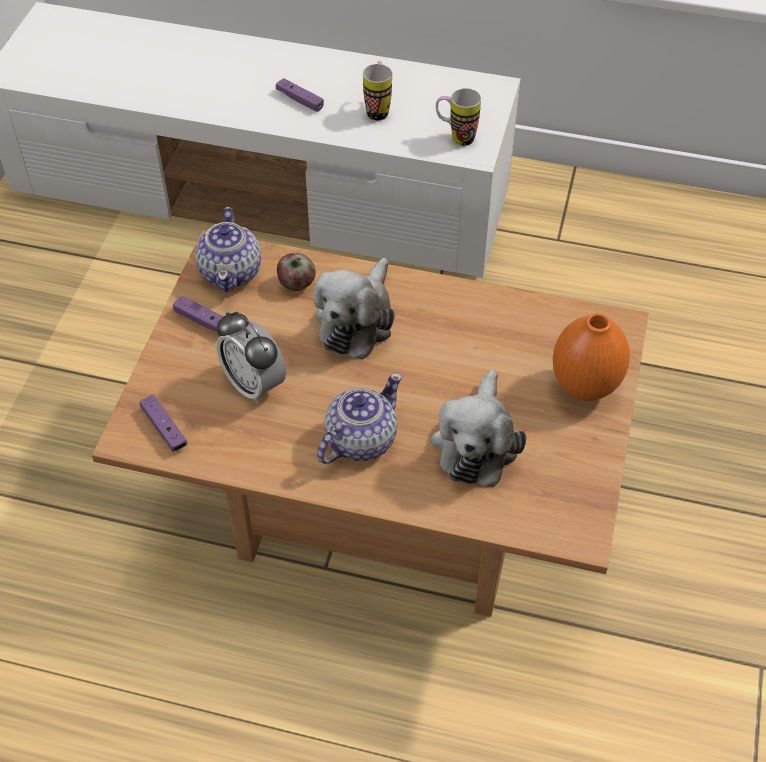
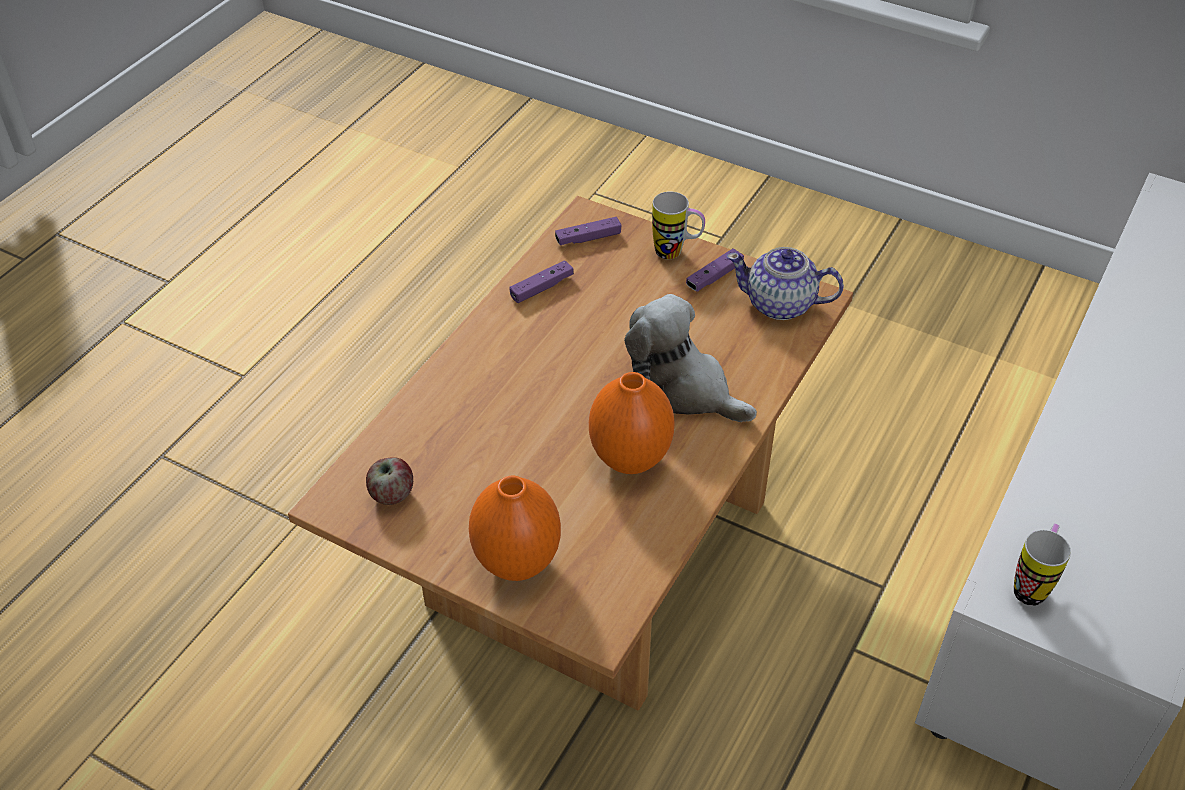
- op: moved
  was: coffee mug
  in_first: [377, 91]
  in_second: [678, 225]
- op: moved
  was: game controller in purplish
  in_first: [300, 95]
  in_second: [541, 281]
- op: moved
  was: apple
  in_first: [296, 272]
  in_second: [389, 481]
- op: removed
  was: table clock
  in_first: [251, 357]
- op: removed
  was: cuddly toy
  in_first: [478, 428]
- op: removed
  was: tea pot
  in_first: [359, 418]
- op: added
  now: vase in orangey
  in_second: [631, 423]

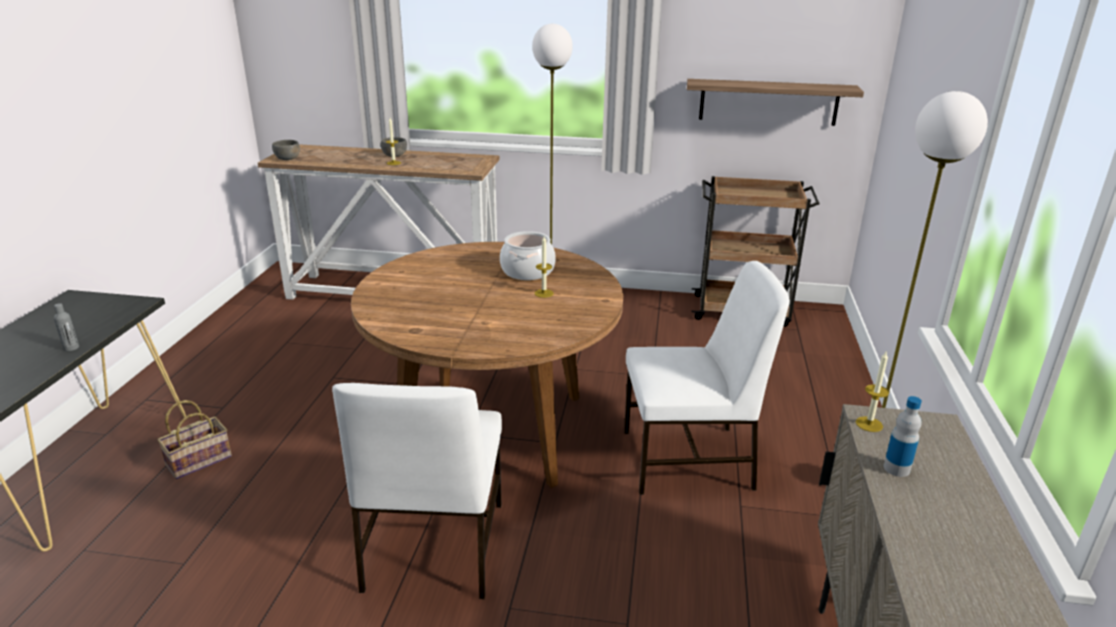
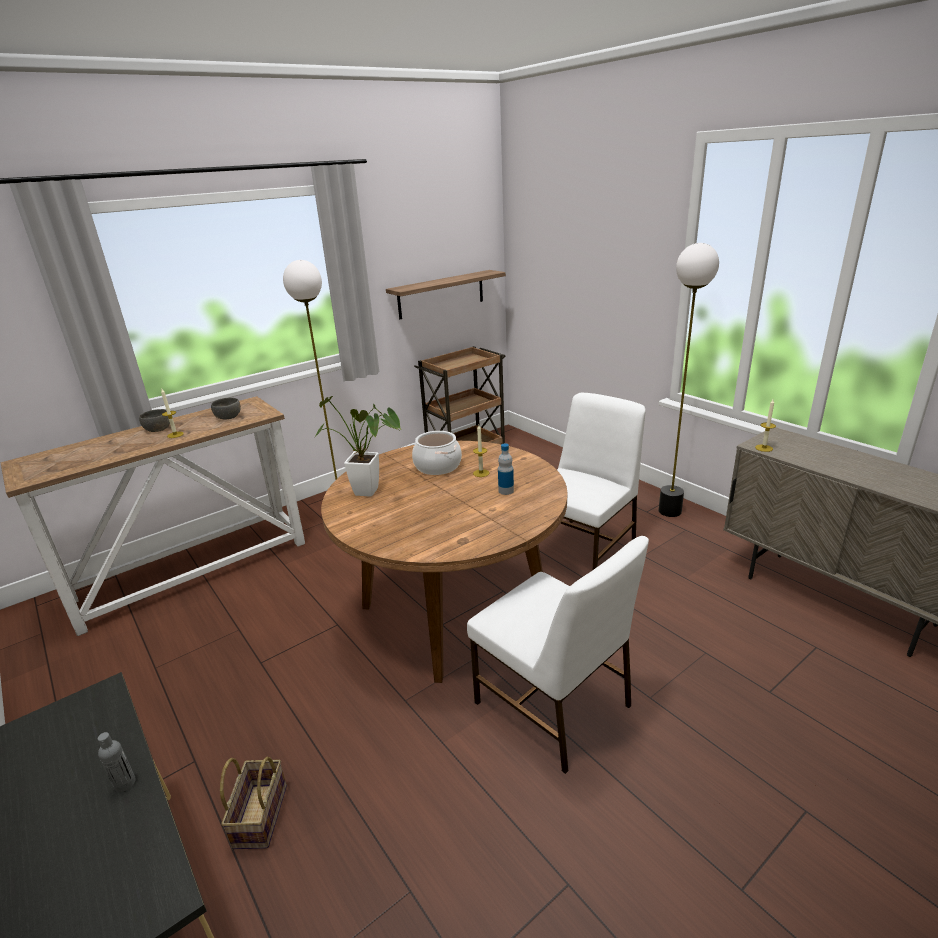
- op: moved
  was: deep dish in gray
  in_first: [286, 150]
  in_second: [226, 409]
- op: moved
  was: bottle
  in_first: [903, 436]
  in_second: [506, 469]
- op: added
  now: houseplant
  in_second: [357, 446]

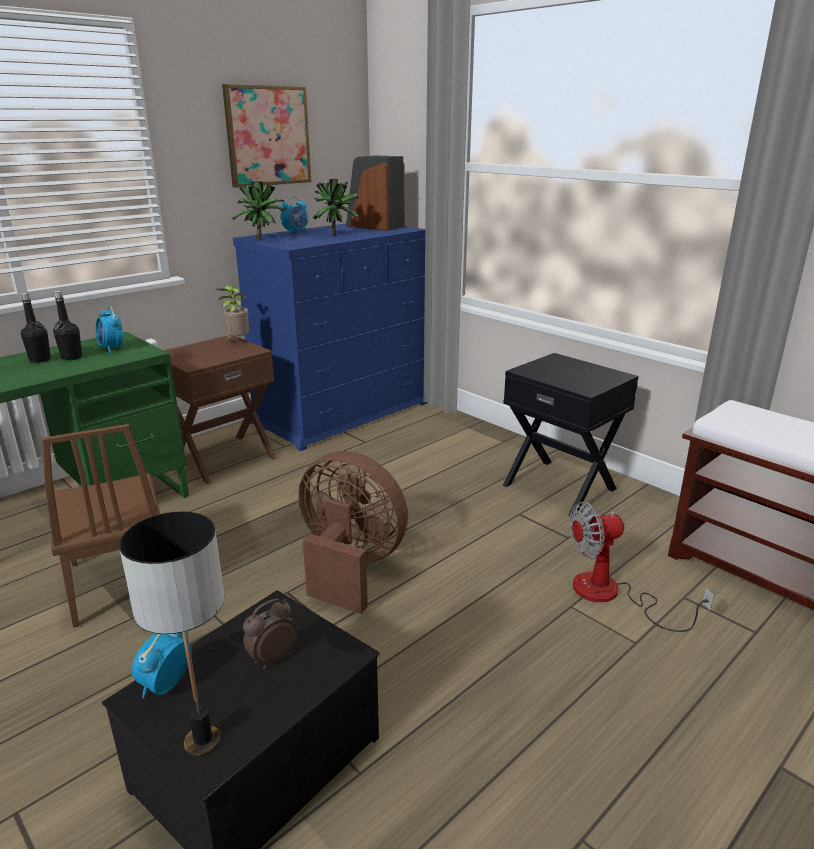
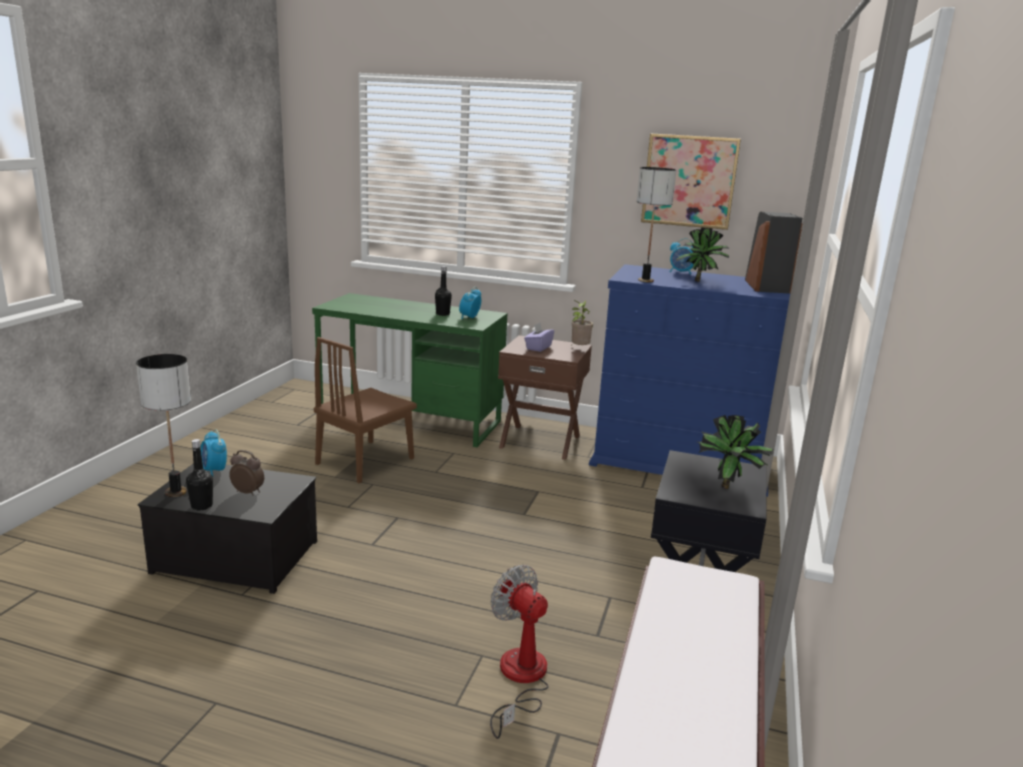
- op: moved
  was: houseplant
  in_first: [259, 210]
  in_second: [735, 452]
- op: moved
  was: bottle in blackish
  in_first: [36, 327]
  in_second: [199, 474]
- op: removed
  was: electric fan in brown
  in_first: [353, 532]
- op: turned
  was: table clock
  in_first: [162, 664]
  in_second: [214, 453]
  clockwise: -120
- op: added
  now: table lamp
  in_second: [657, 224]
- op: added
  now: tissue box in purplish
  in_second: [539, 337]

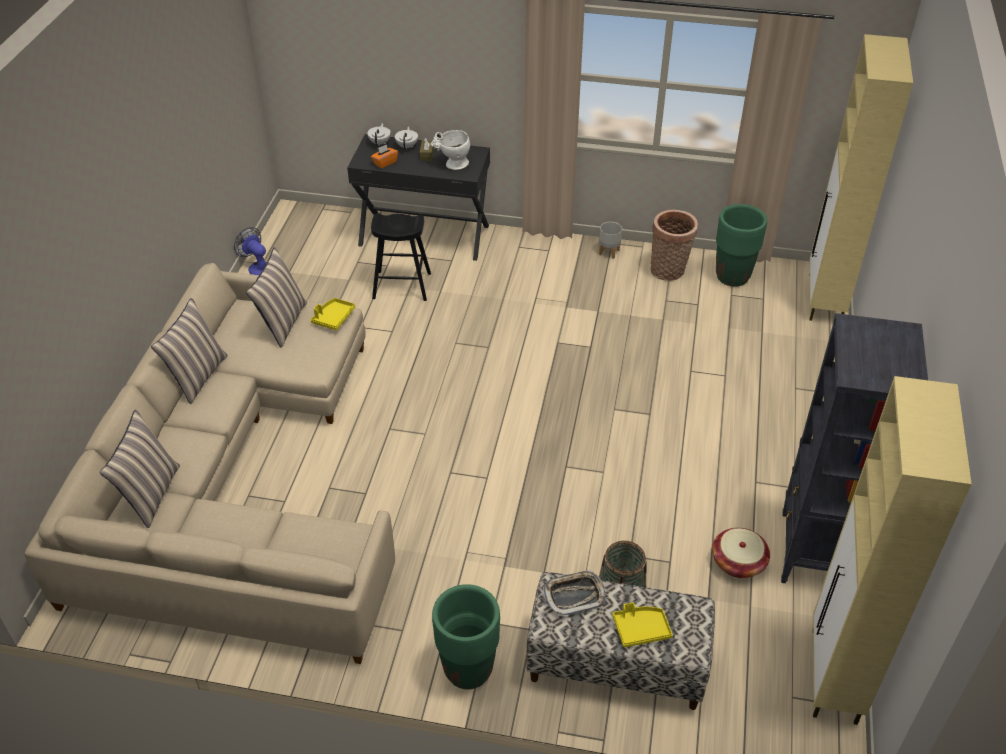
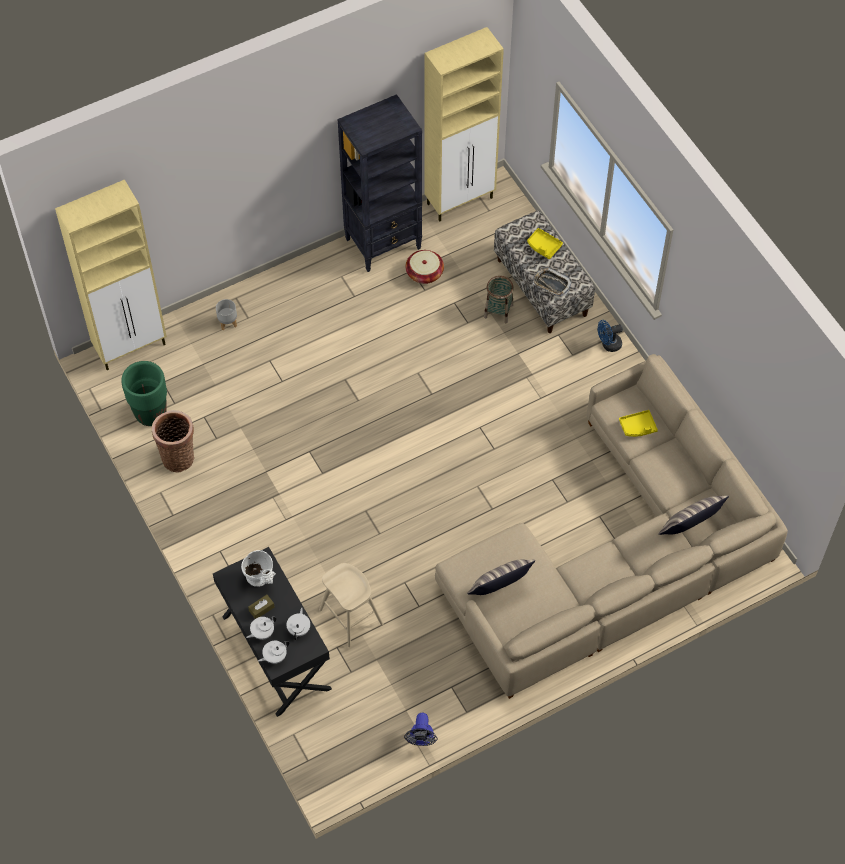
- op: replaced
  was: tissue box in orangey
  now: tea pot in whitish
  in_first: [384, 156]
  in_second: [298, 624]
- op: recoloured
  was: stool in blackish
  now: stool in beige-coloured
  in_first: [401, 257]
  in_second: [351, 605]
- op: moved
  was: plant pot in gray
  in_first: [610, 240]
  in_second: [226, 314]
- op: removed
  was: cushion
  in_first: [189, 351]
- op: moved
  was: tray in yellowish
  in_first: [333, 314]
  in_second: [638, 423]
- op: replaced
  was: plant pot in greenish
  now: electric fan in bluish
  in_first: [466, 636]
  in_second: [610, 336]

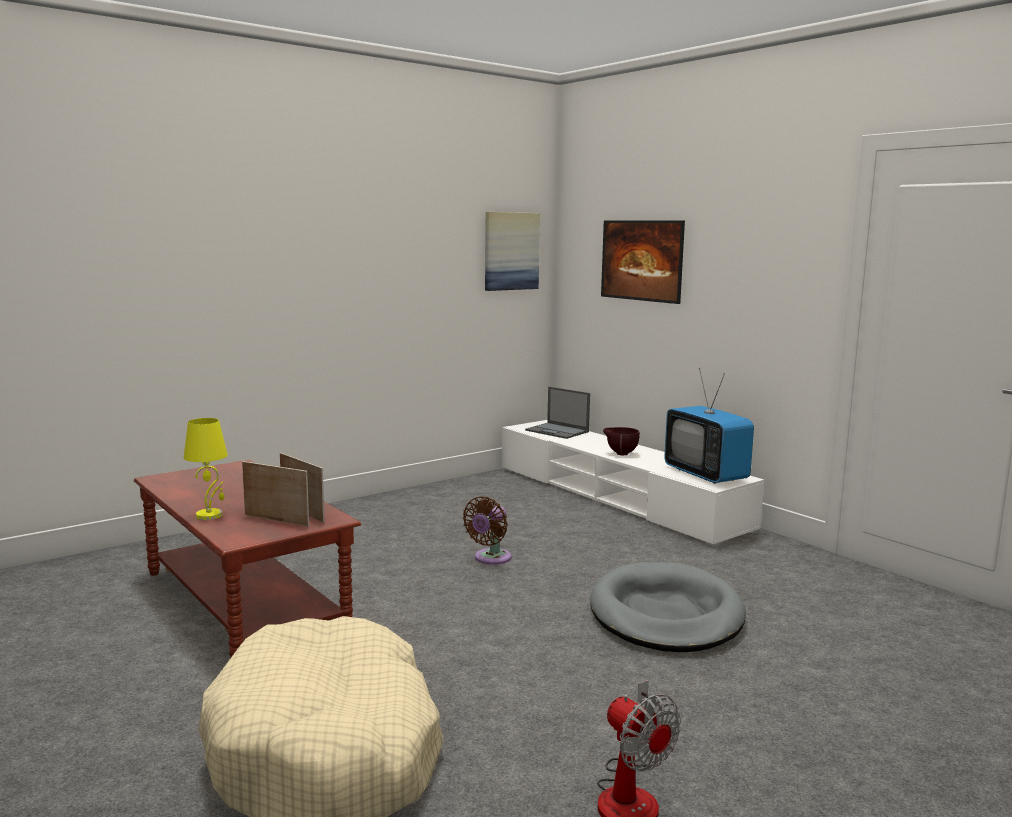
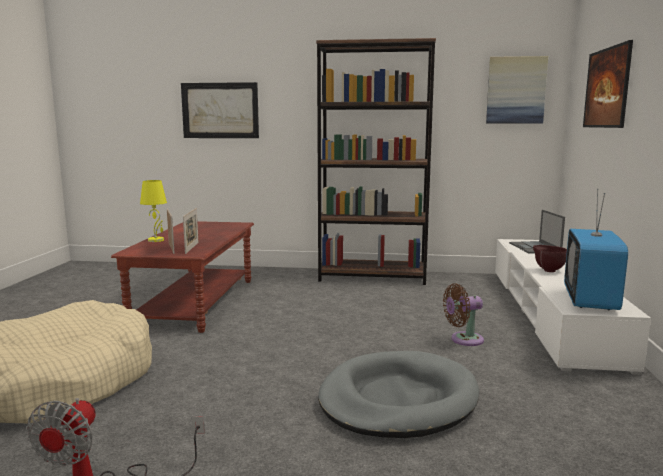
- op: moved
  was: electric fan in brown
  in_first: [487, 530]
  in_second: [463, 314]
- op: added
  now: bookshelf in brown
  in_second: [376, 161]
- op: added
  now: wall picture
  in_second: [220, 110]

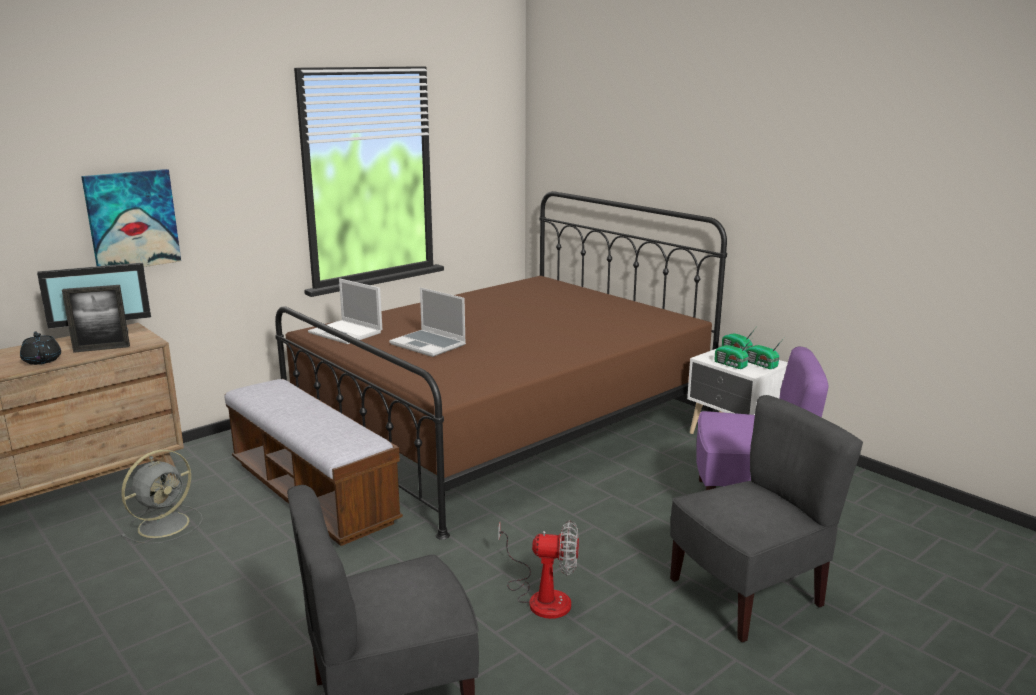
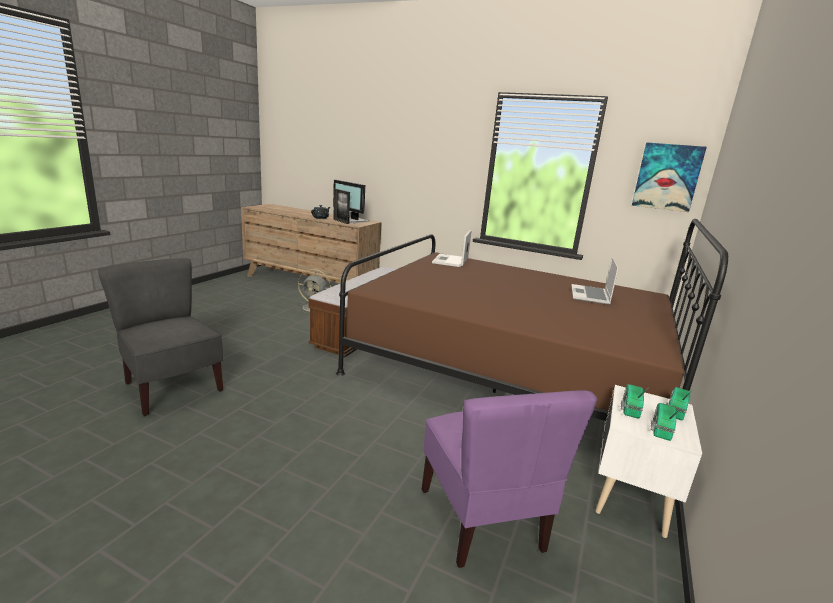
- op: moved
  was: wall picture
  in_first: [131, 218]
  in_second: [669, 177]
- op: moved
  was: notebook computer
  in_first: [427, 322]
  in_second: [595, 281]
- op: removed
  was: upright chair in gray
  in_first: [766, 519]
- op: removed
  was: electric fan
  in_first: [538, 569]

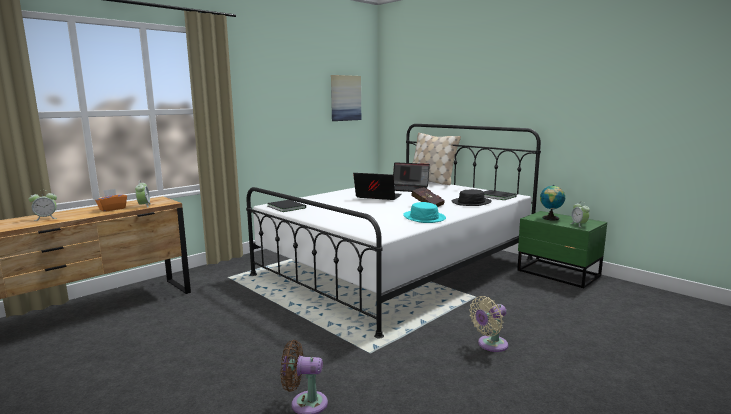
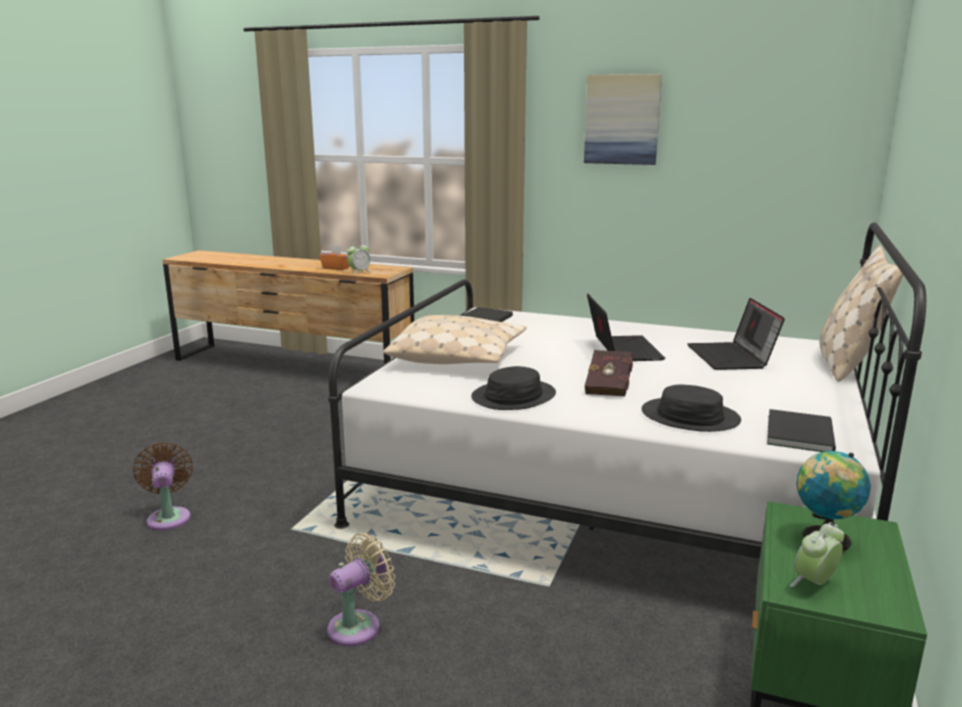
- op: moved
  was: wall picture
  in_first: [346, 98]
  in_second: [623, 119]
- op: removed
  was: table clock
  in_first: [43, 206]
- op: recoloured
  was: hat in turquoise-coloured
  now: hat in blackish
  in_first: [424, 212]
  in_second: [513, 388]
- op: turned
  was: electric fan in beige-coloured
  in_first: [488, 324]
  in_second: [361, 589]
  clockwise: 105
- op: added
  now: cushion in beige-coloured
  in_second: [455, 339]

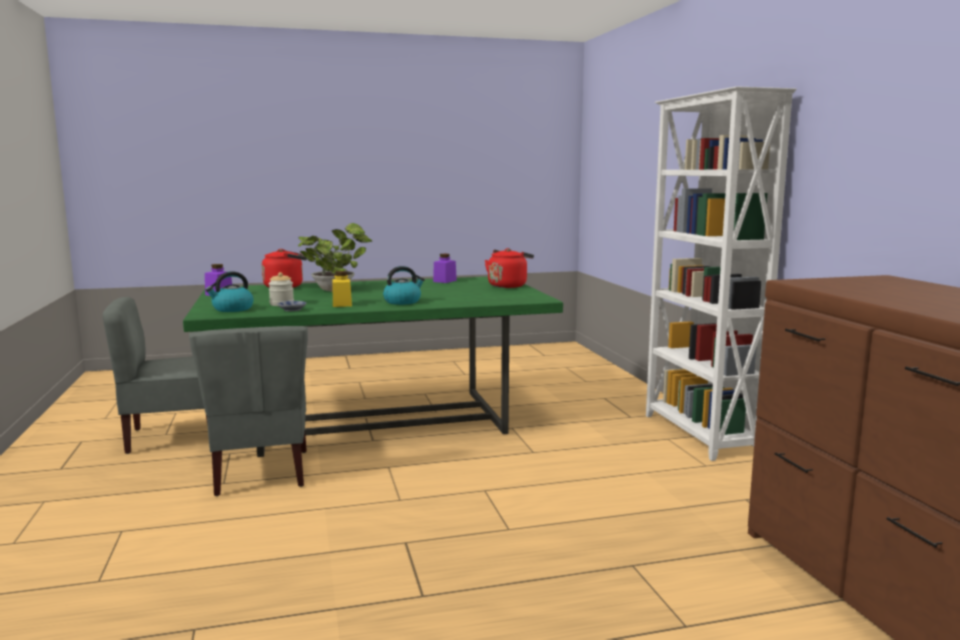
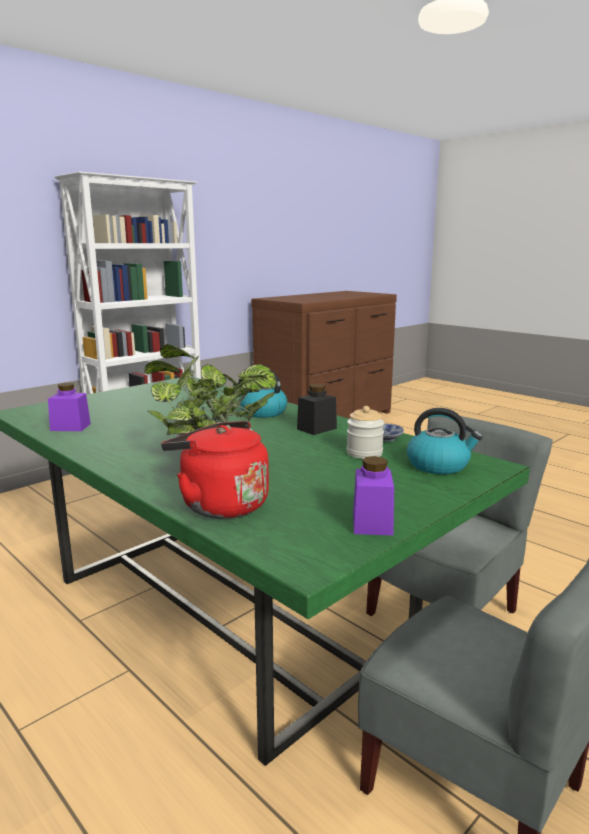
- op: removed
  was: water kettle in red-coloured
  in_first: [509, 268]
- op: recoloured
  was: jar in yellowish
  now: jar in blackish
  in_first: [342, 289]
  in_second: [317, 409]

